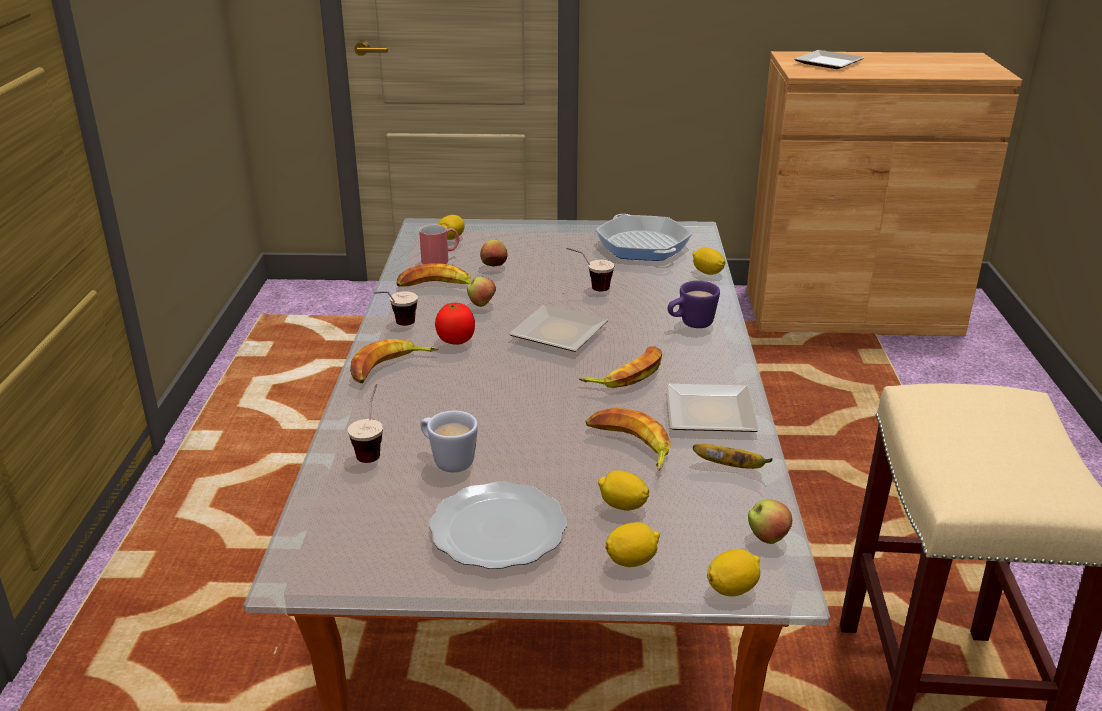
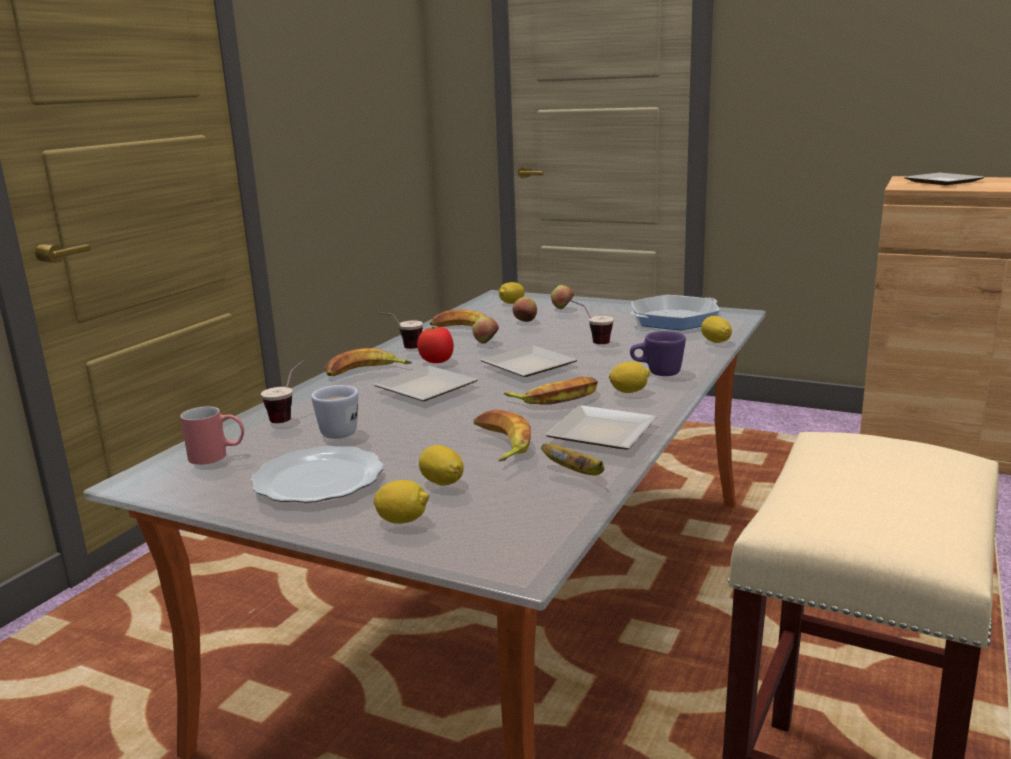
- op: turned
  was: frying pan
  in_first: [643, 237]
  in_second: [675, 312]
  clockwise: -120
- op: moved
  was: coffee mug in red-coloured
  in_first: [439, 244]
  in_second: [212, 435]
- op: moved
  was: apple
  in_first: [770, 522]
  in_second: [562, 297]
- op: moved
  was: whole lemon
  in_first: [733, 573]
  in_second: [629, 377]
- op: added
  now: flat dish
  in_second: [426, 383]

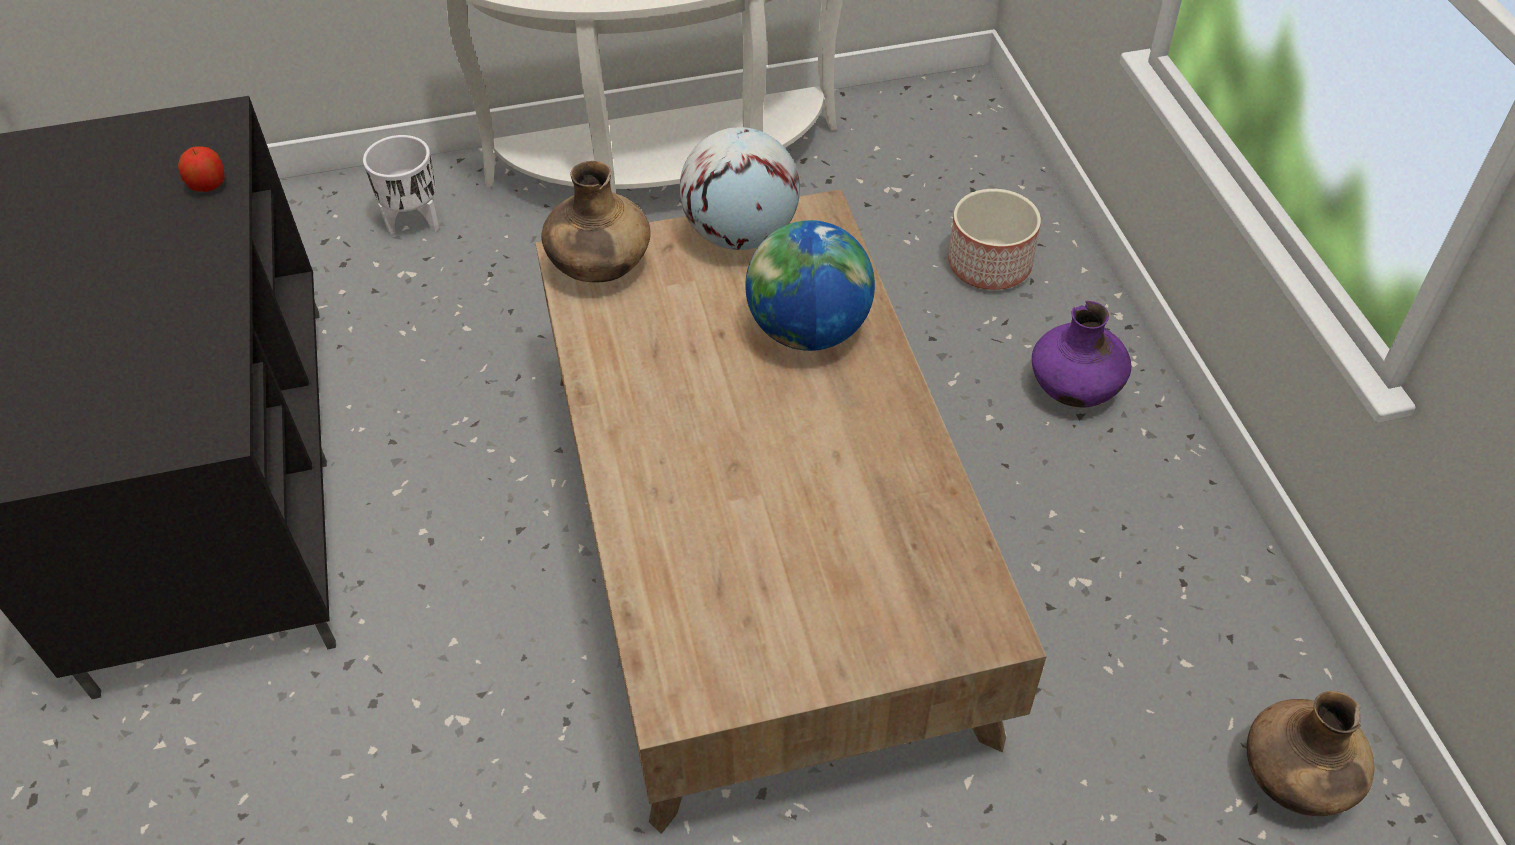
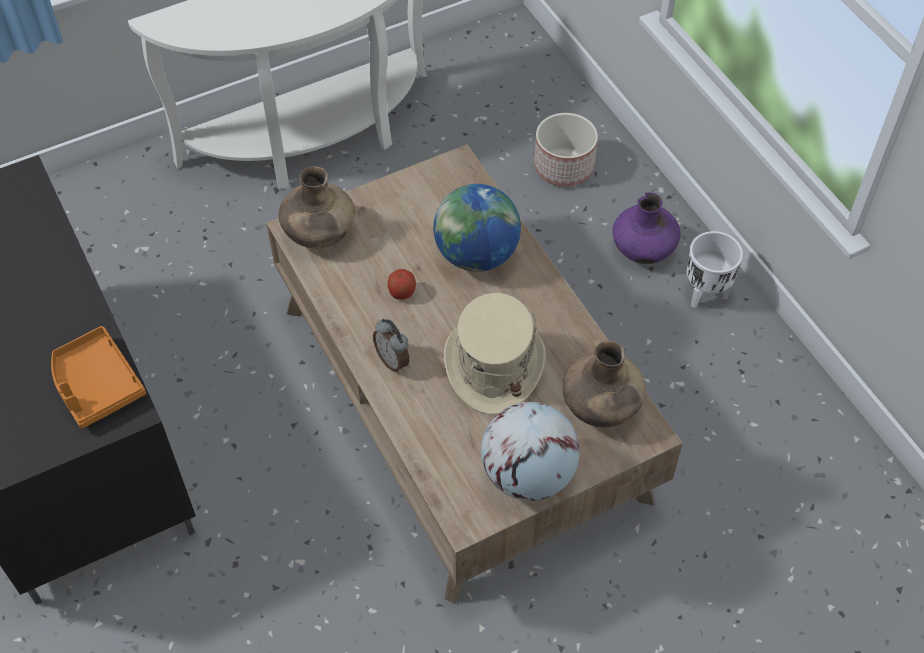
- op: moved
  was: desk globe
  in_first: [739, 188]
  in_second: [530, 451]
- op: moved
  was: plant pot in whitish
  in_first: [401, 185]
  in_second: [715, 269]
- op: moved
  was: apple
  in_first: [201, 169]
  in_second: [401, 284]
- op: moved
  was: vase in brown
  in_first: [1311, 753]
  in_second: [604, 384]
- op: added
  now: hat in beige-coloured
  in_second: [495, 354]
- op: added
  now: table clock
  in_second: [391, 346]
- op: added
  now: tray in orangey
  in_second: [98, 377]

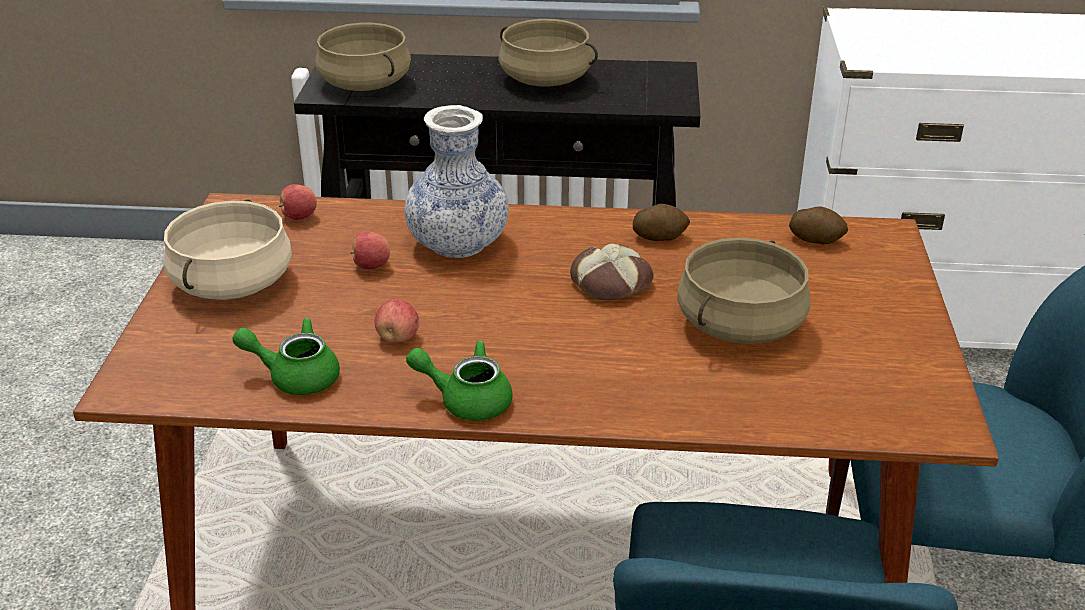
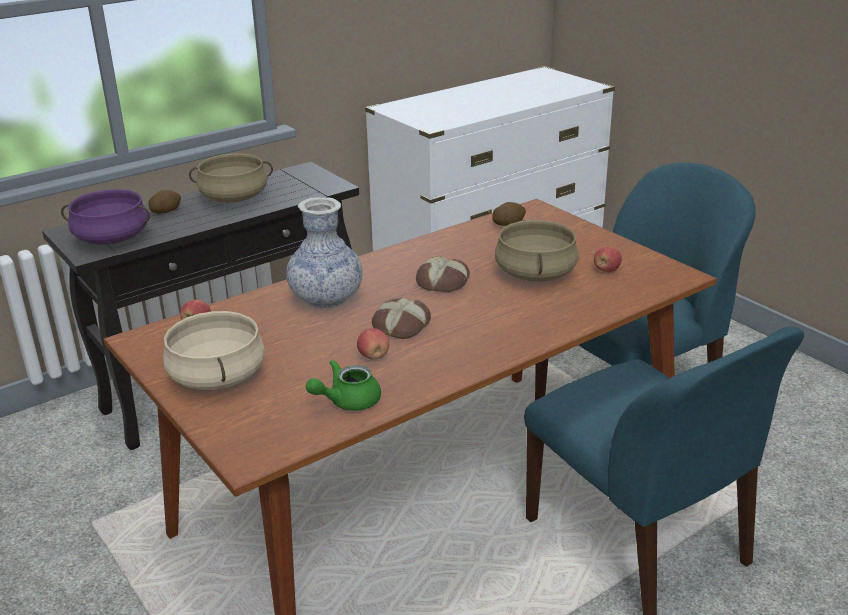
- op: recoloured
  was: cooking pot in beige-coloured
  now: cooking pot in purplish
  in_first: [363, 57]
  in_second: [105, 217]
- op: moved
  was: spud
  in_first: [661, 222]
  in_second: [164, 202]
- op: moved
  was: apple
  in_first: [370, 250]
  in_second: [608, 259]
- op: removed
  was: tea pot in greenish
  in_first: [459, 380]
- op: added
  now: bread
  in_second: [401, 318]

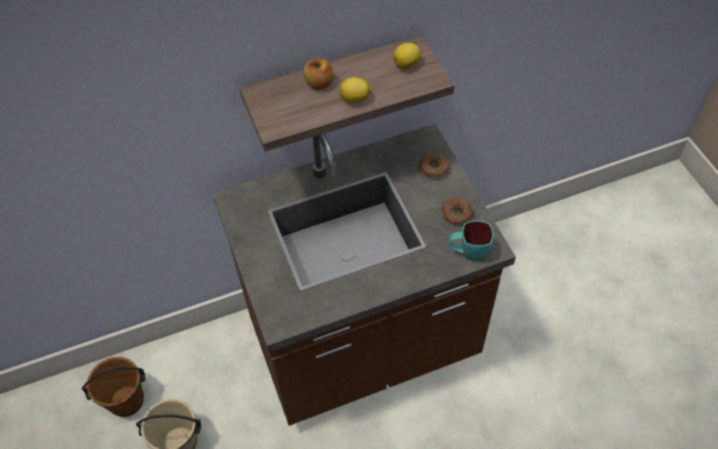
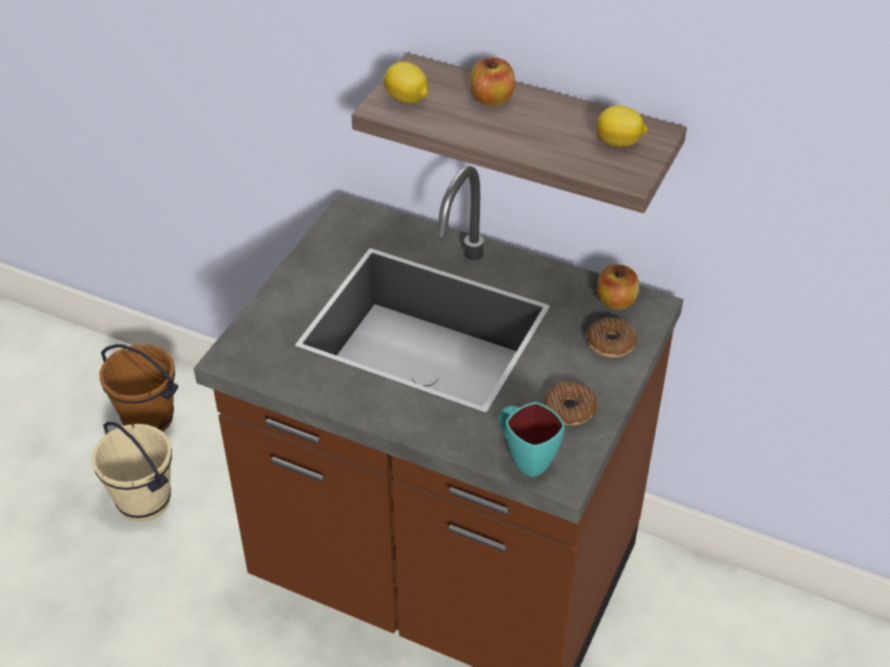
- op: moved
  was: whole lemon
  in_first: [356, 90]
  in_second: [406, 82]
- op: added
  now: apple
  in_second: [618, 287]

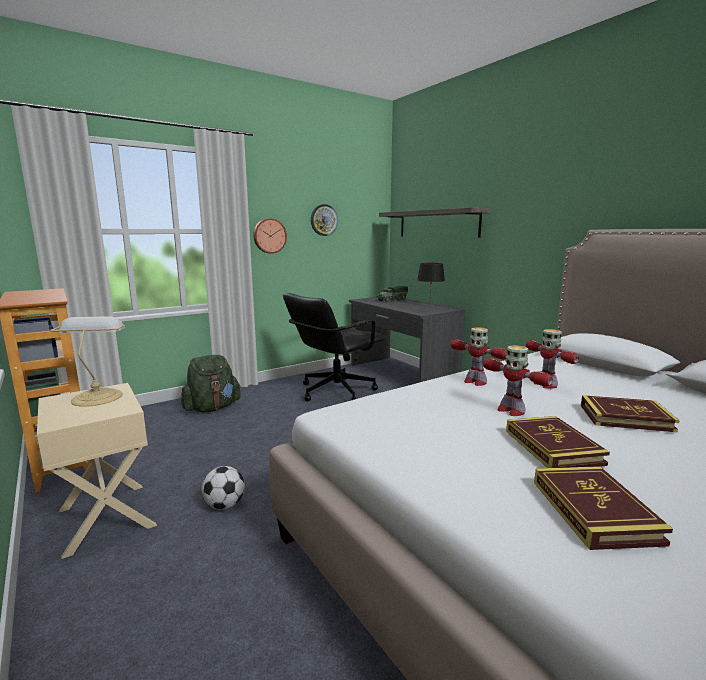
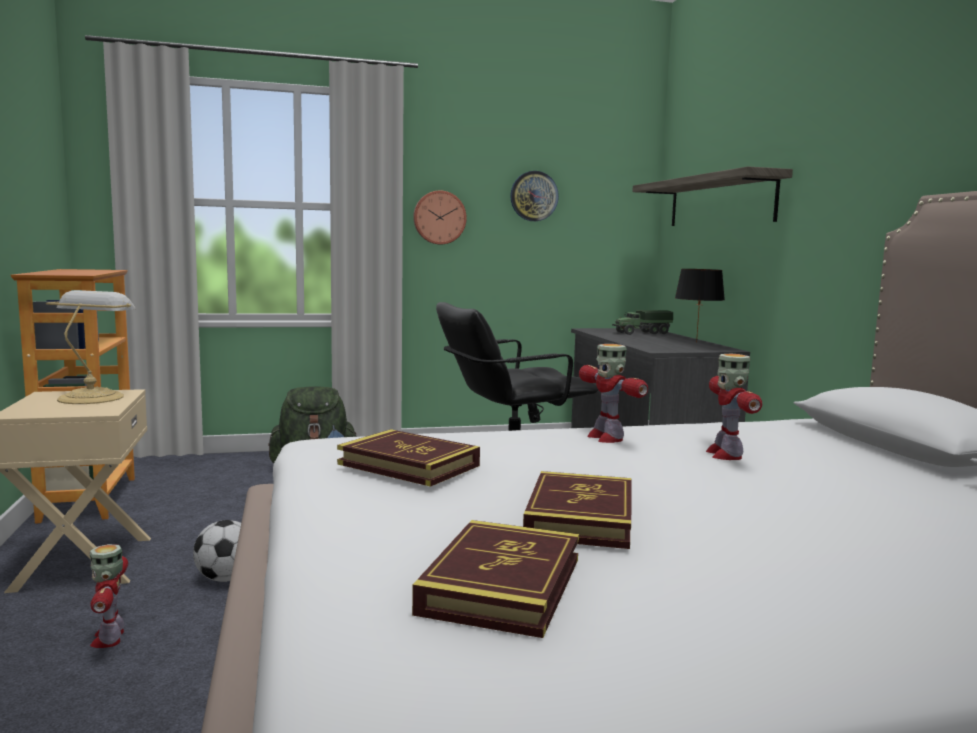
- op: moved
  was: robot figure
  in_first: [518, 380]
  in_second: [109, 596]
- op: moved
  was: bound book
  in_first: [630, 413]
  in_second: [408, 458]

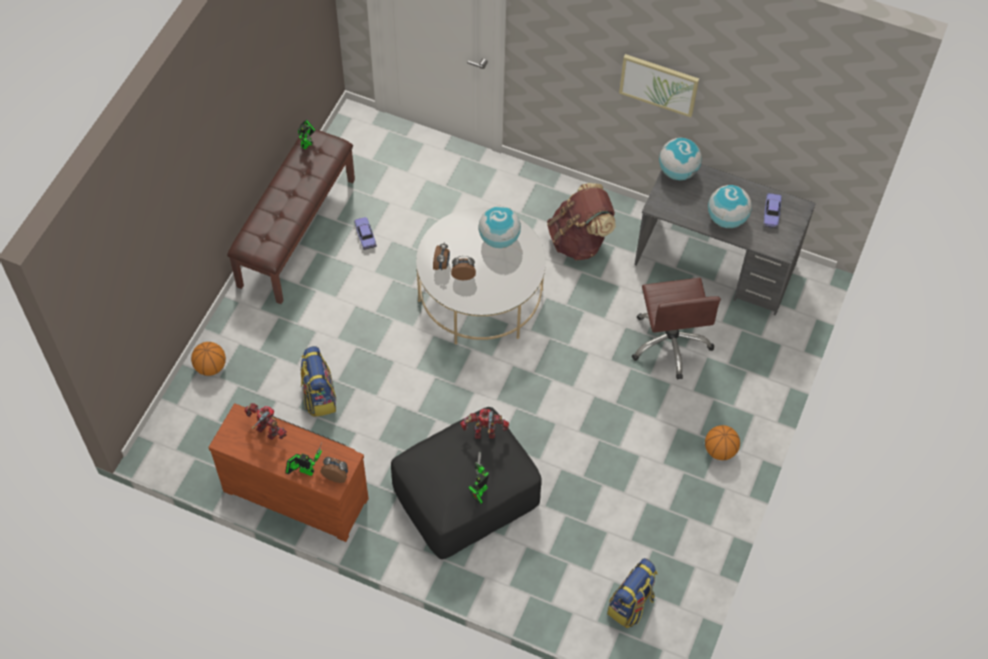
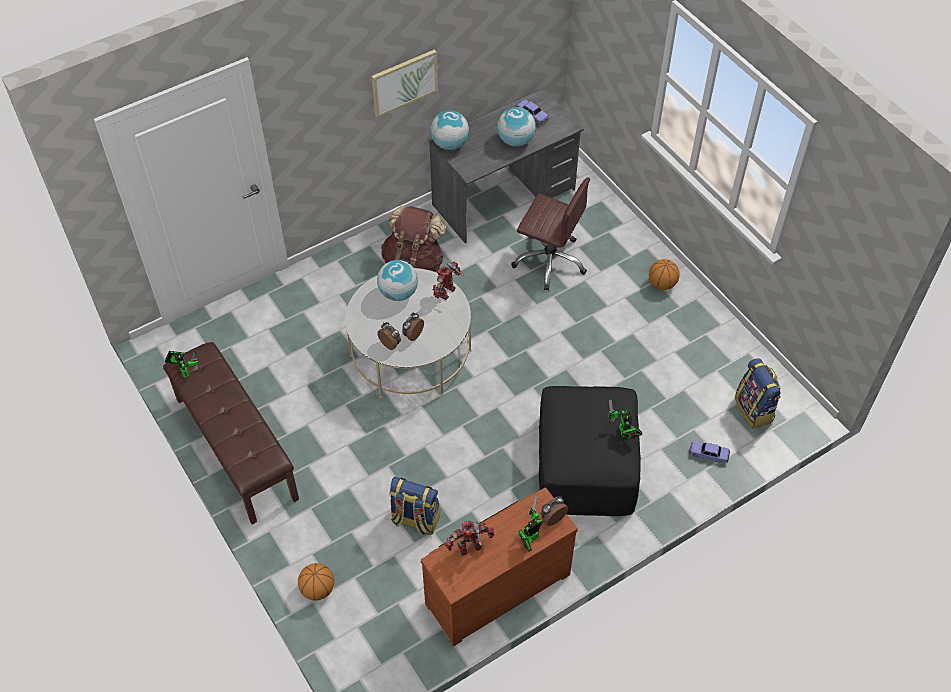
- op: moved
  was: toy car
  in_first: [365, 233]
  in_second: [709, 452]
- op: moved
  was: robot figure
  in_first: [484, 424]
  in_second: [448, 281]

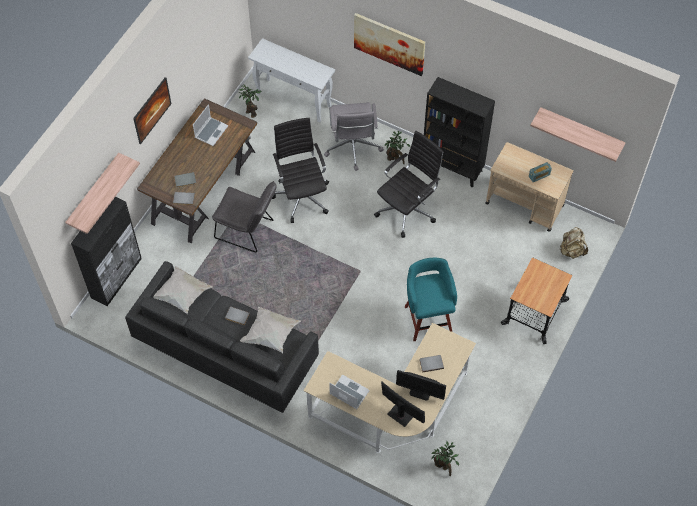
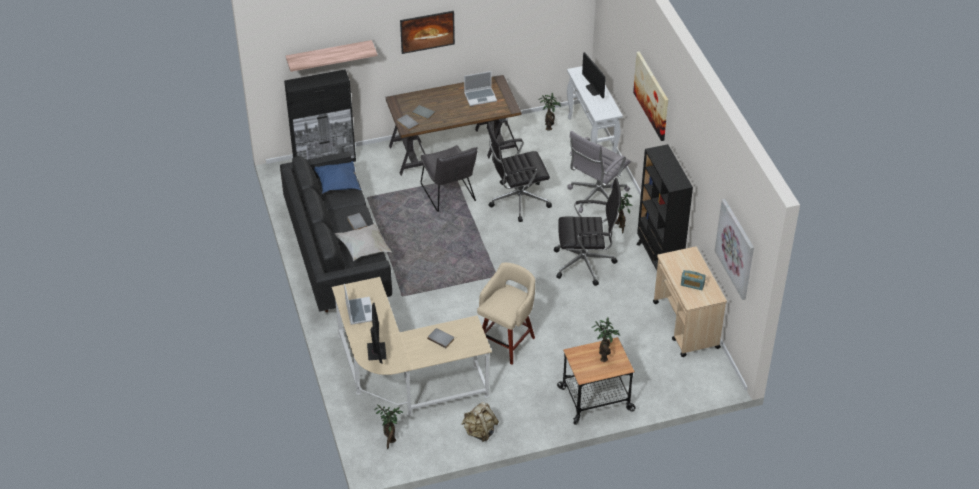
- op: replaced
  was: bracket shelf
  now: wall picture
  in_first: [578, 134]
  in_second: [734, 249]
- op: turned
  was: office chair in blackish
  in_first: [300, 170]
  in_second: [519, 172]
  clockwise: -135
- op: moved
  was: backpack in beige-coloured
  in_first: [574, 243]
  in_second: [480, 422]
- op: recoloured
  was: stool in turquoise-coloured
  now: stool in beige-coloured
  in_first: [431, 299]
  in_second: [506, 314]
- op: recoloured
  was: cushion in whitish
  now: cushion in bluish
  in_first: [183, 290]
  in_second: [337, 177]
- op: moved
  was: monitor
  in_first: [421, 385]
  in_second: [594, 75]
- op: added
  now: houseplant
  in_second: [606, 340]

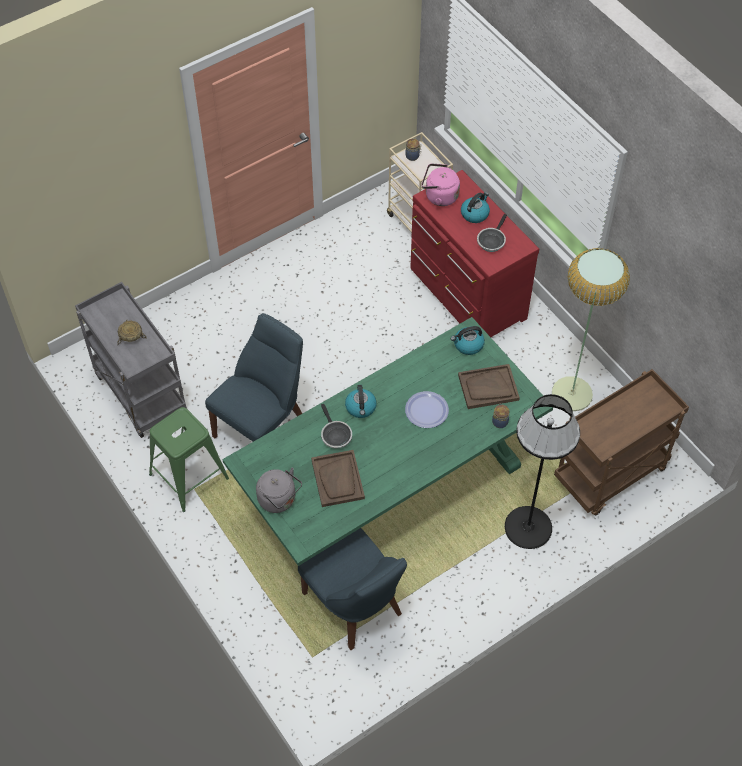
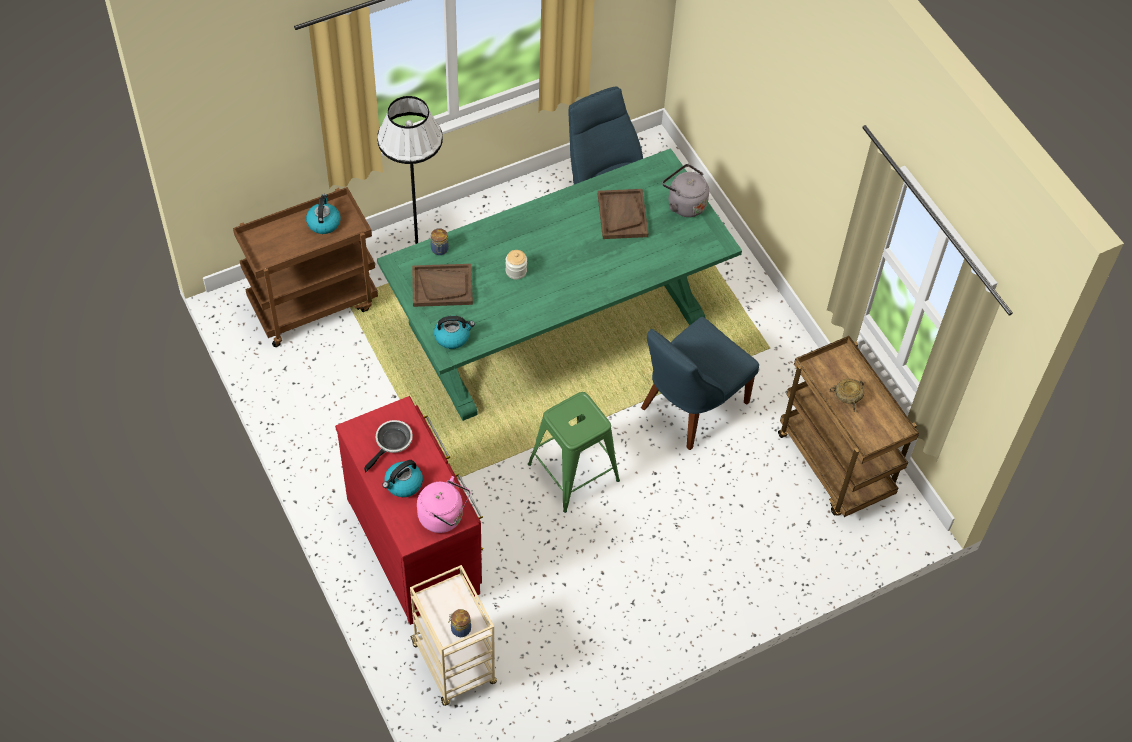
- op: removed
  was: standing lamp
  in_first: [591, 329]
- op: recoloured
  was: cart in gray
  now: cart in brown
  in_first: [131, 360]
  in_second: [848, 426]
- op: moved
  was: water kettle
  in_first: [361, 401]
  in_second: [323, 214]
- op: replaced
  was: flat dish
  now: jar
  in_first: [427, 409]
  in_second: [516, 265]
- op: removed
  was: frying pan
  in_first: [336, 426]
- op: moved
  was: stool in greenish
  in_first: [189, 459]
  in_second: [574, 452]

